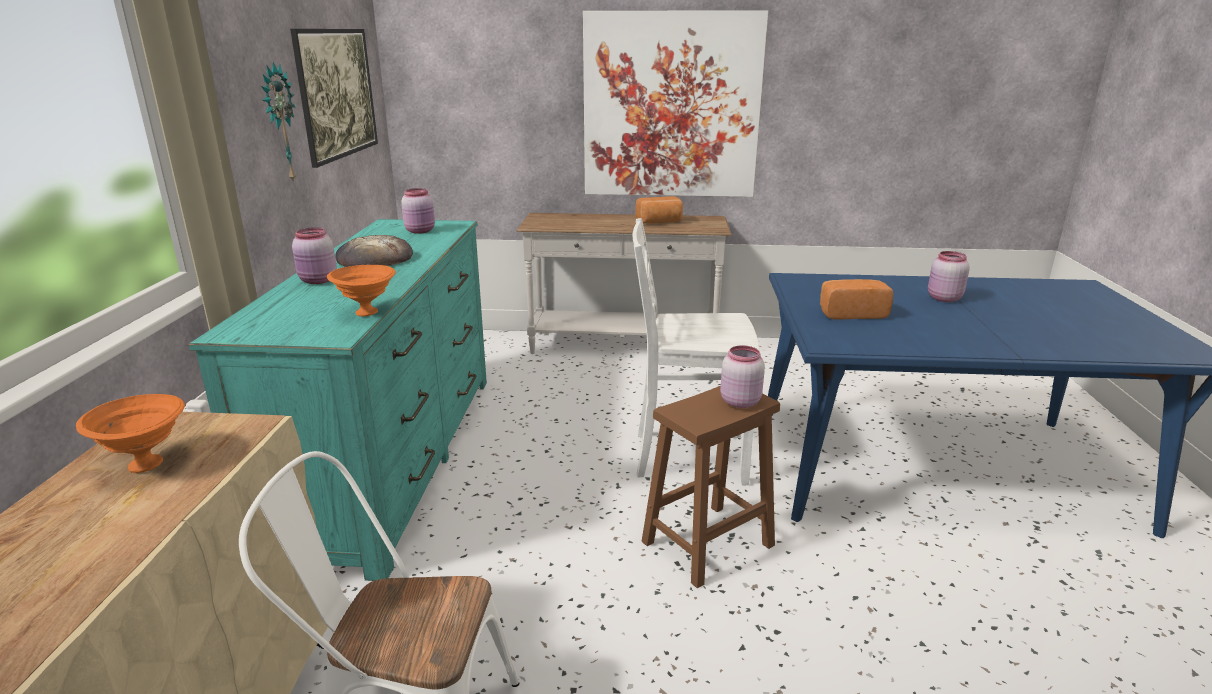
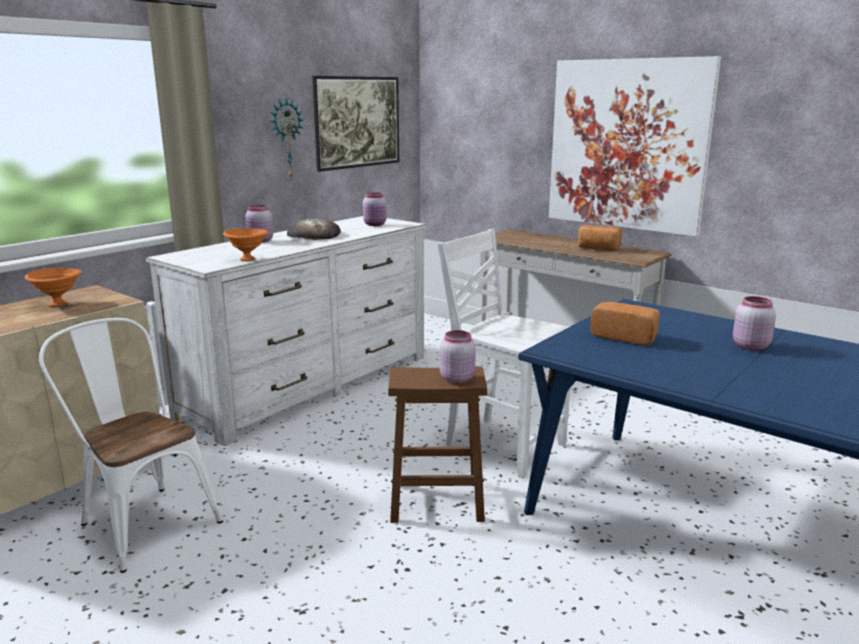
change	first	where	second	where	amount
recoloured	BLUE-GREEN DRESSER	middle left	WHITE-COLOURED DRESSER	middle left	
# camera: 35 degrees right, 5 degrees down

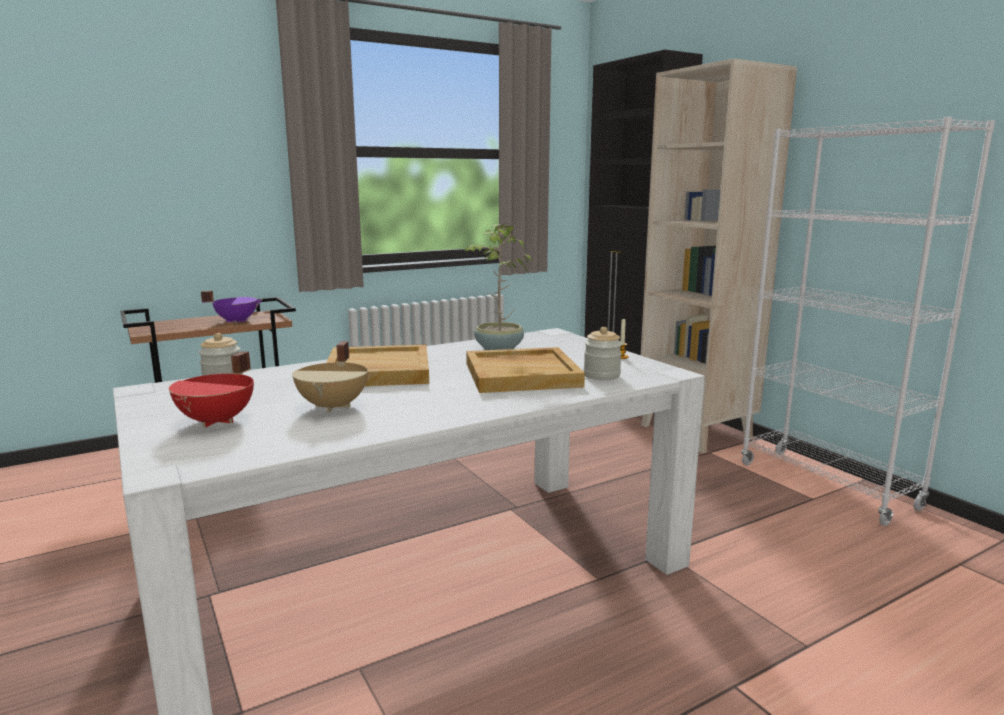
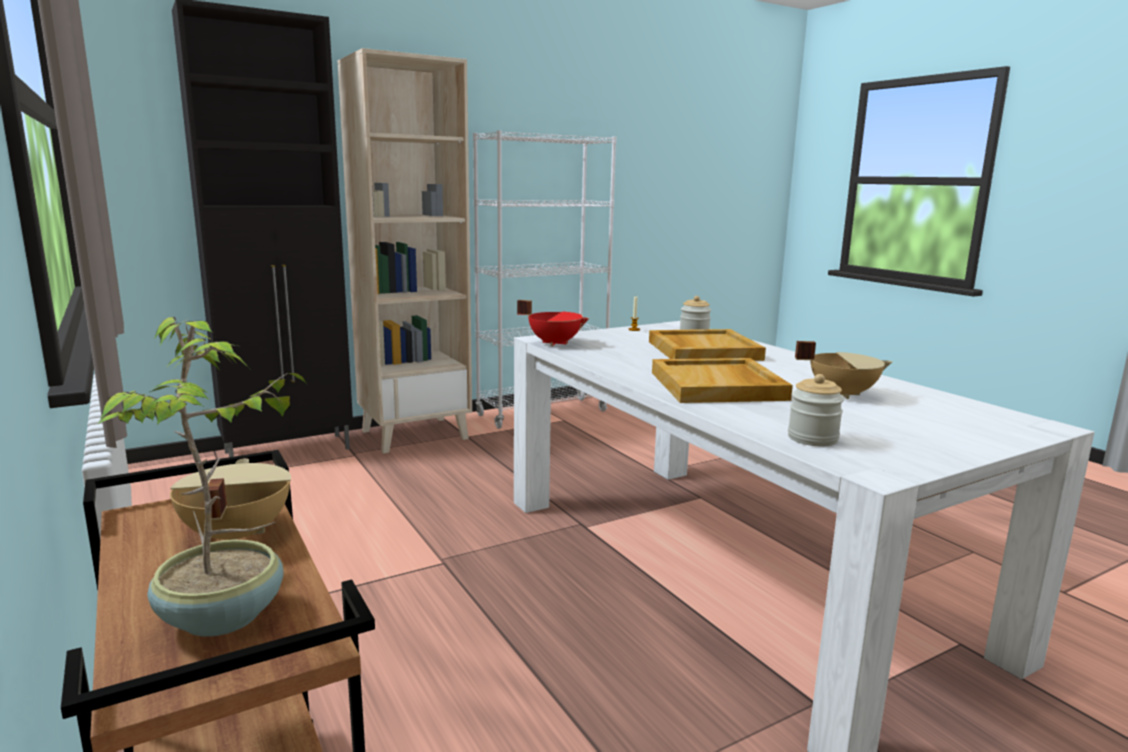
change	first	where	second	where	amount
moved	REDDISH SAUCEPOT	middle left		centre	
moved	POTTED PLANT	centre		middle left	
recoloured	PURPLE SAUCEPOT	middle left	BEIGE-COLOURED SAUCEPOT (1st from left)	middle left	
# camera: 90 degrees left, 0 degrees up

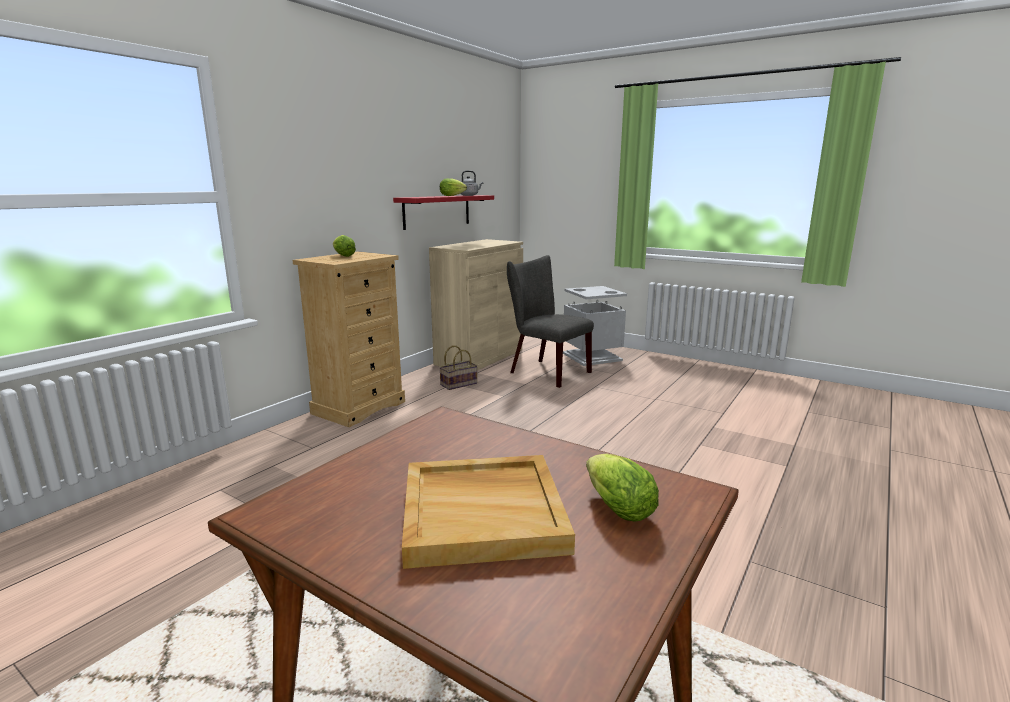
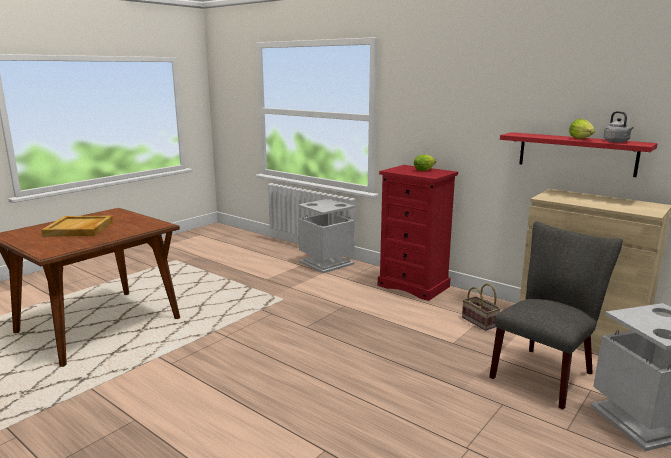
change	first	where	second	where	amount
removed	LETTUCE HEAD (3rd from left)	bottom centre			
added			GREY WASTE BIN (1st from left)	centre	
recoloured	BEIGE-COLOURED DRESSER	centre	REDDISH DRESSER	centre	
# camera: 95 degrees right, 0 degrees up

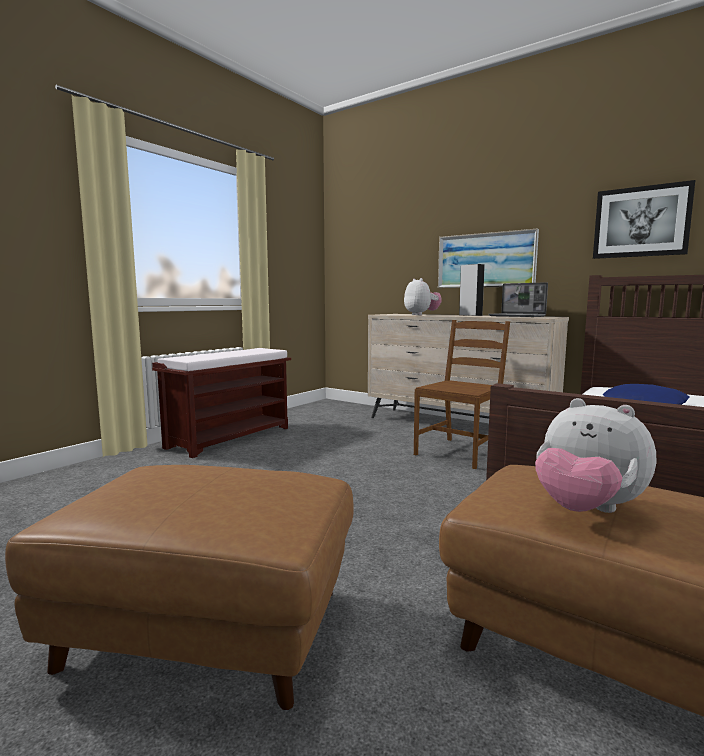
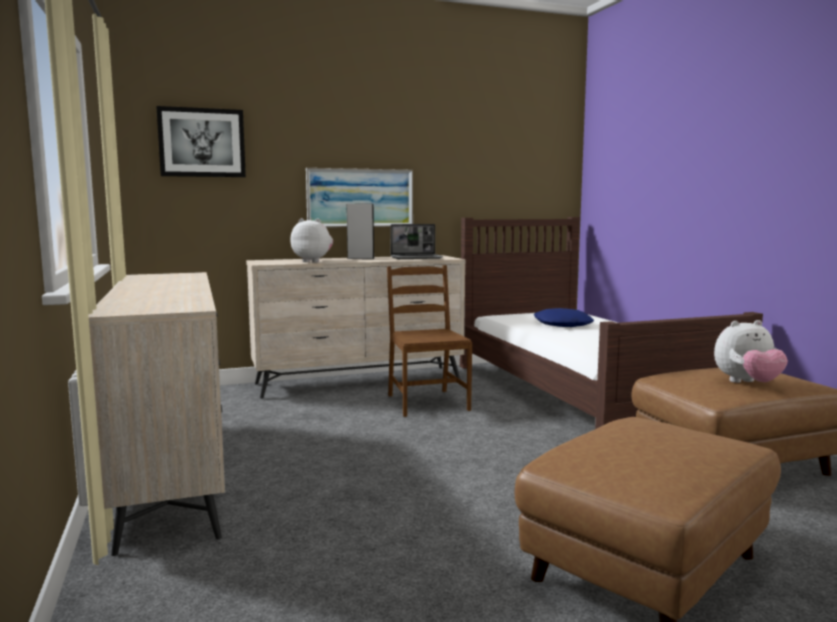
change	first	where	second	where	amount
moved	WALL ART (2nd from left in the first image)	top right	WALL ART (1st from left)	top left	
replaced	BROWNISH INDOOR BENCH	middle left	BEIGE-COLOURED DRESSER (1st from left)	middle left	
# camera: 55 degrees left, 0 degrees up

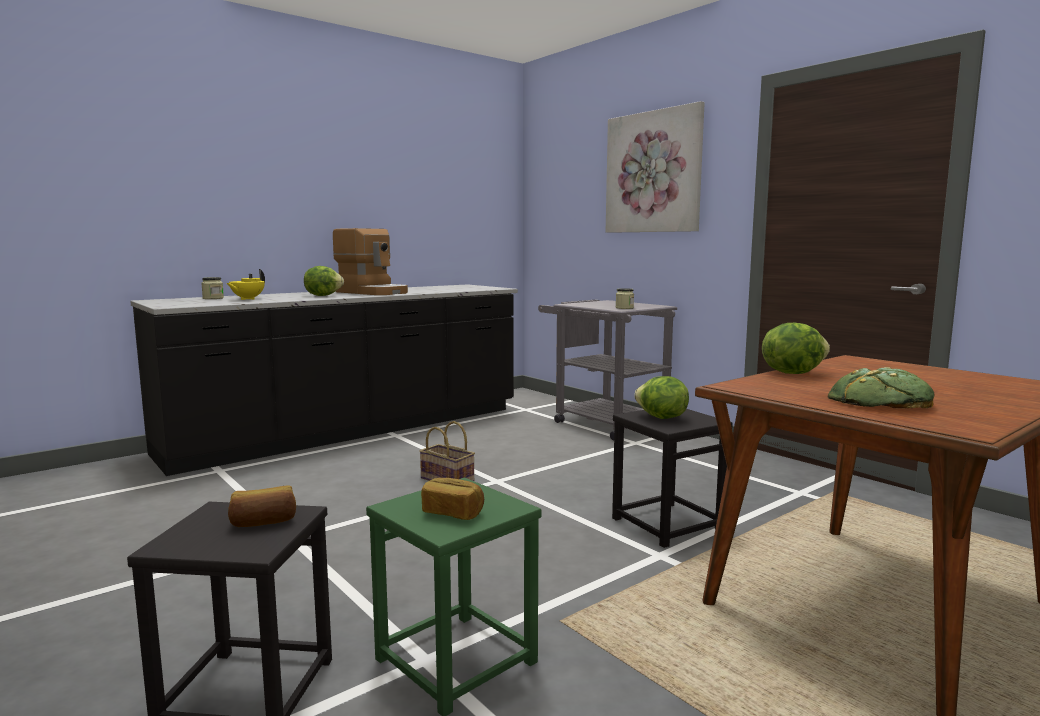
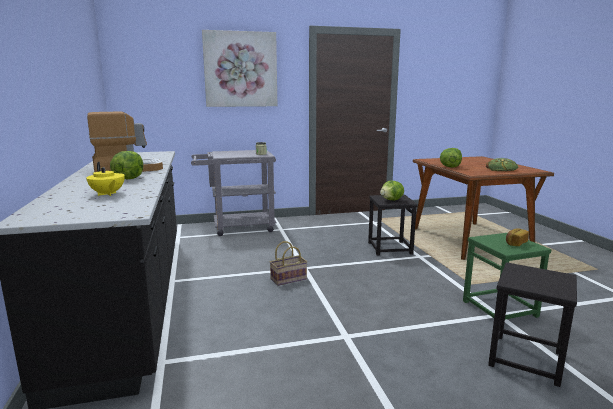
change	first	where	second	where	amount
removed	PRESERVE JAR (1st from left)	middle left			
removed	BAKERY BREAD (1st from left)	bottom left			
# camera: 65 degrees left, 5 degrees up

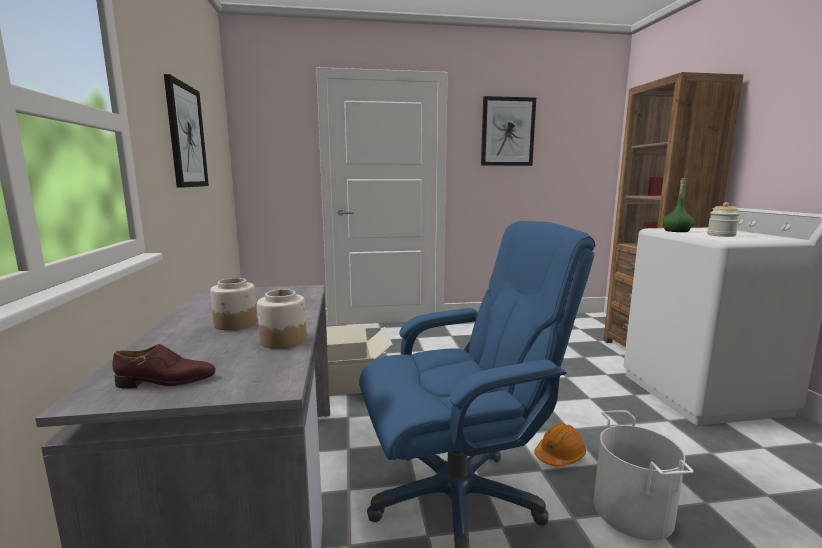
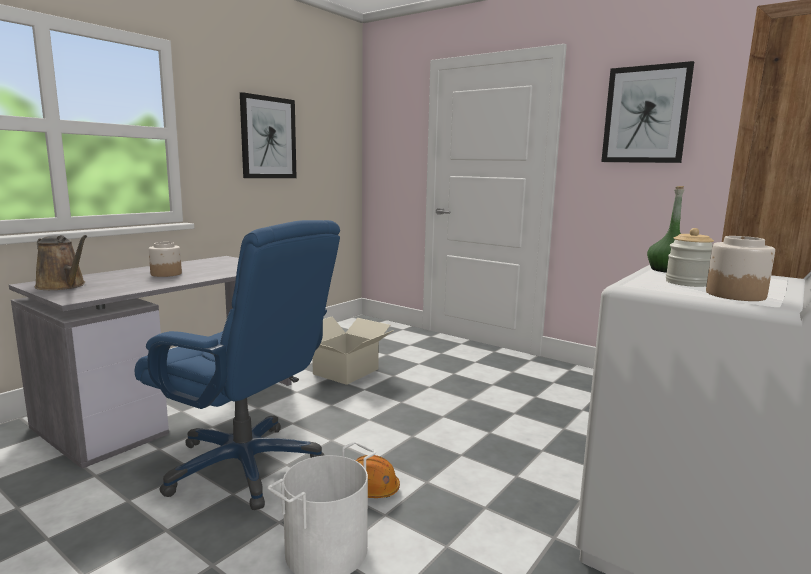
change	first	where	second	where	amount
moved	PRESERVE JAR (2nd from left in the first image)	centre	PRESERVE JAR (3rd from left)	middle right	
replaced	BROWNISH LOW SHOE	bottom left	BROWNISH WATERING POT	middle left	
# camera: 45 degrees right, 0 degrees up

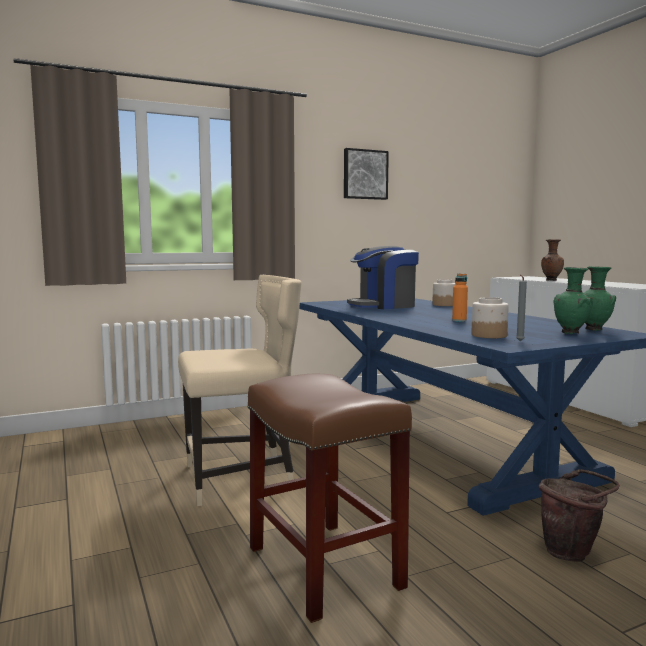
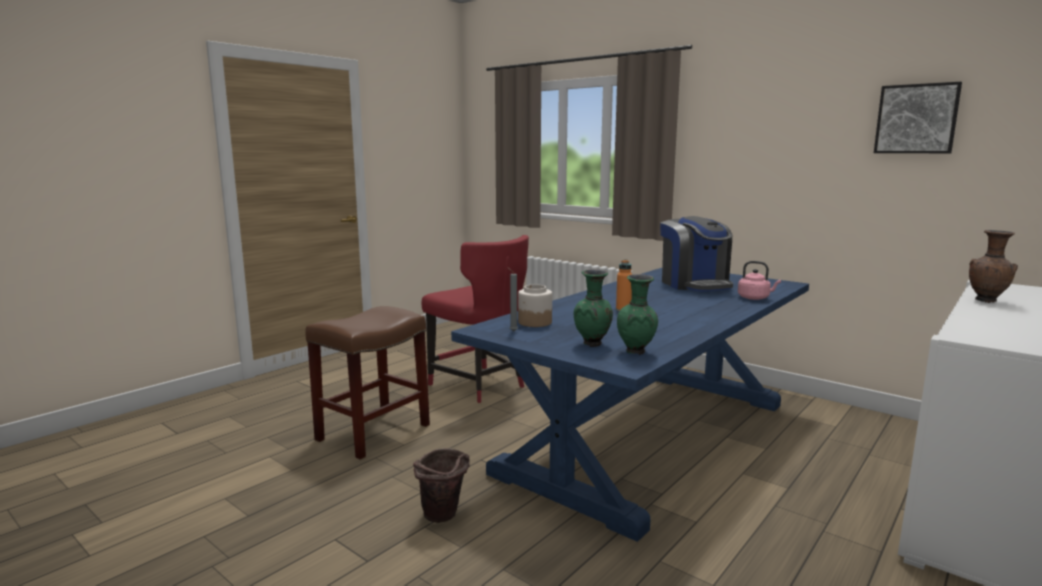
change	first	where	second	where	amount
moved	WALL ART	top centre		top right	
replaced	PRESERVE JAR (1st from left)	middle right	PINK-COLOURED KETTLE	middle right	
recoloured	BEIGE-COLOURED PLAIN CHAIR	centre	REDDISH PLAIN CHAIR	centre	
turned	COFFEE MACHINE	centre		middle right	150 degrees counterclockwise
# camera: 65 degrees right, 5 degrees up

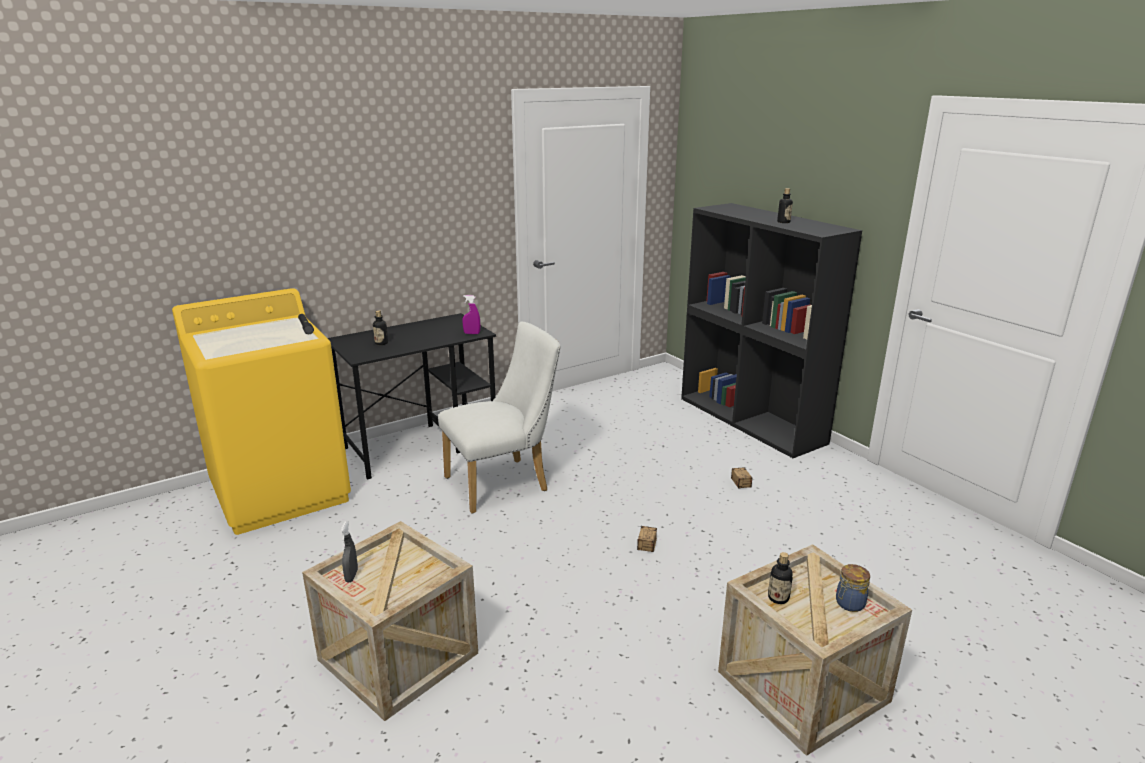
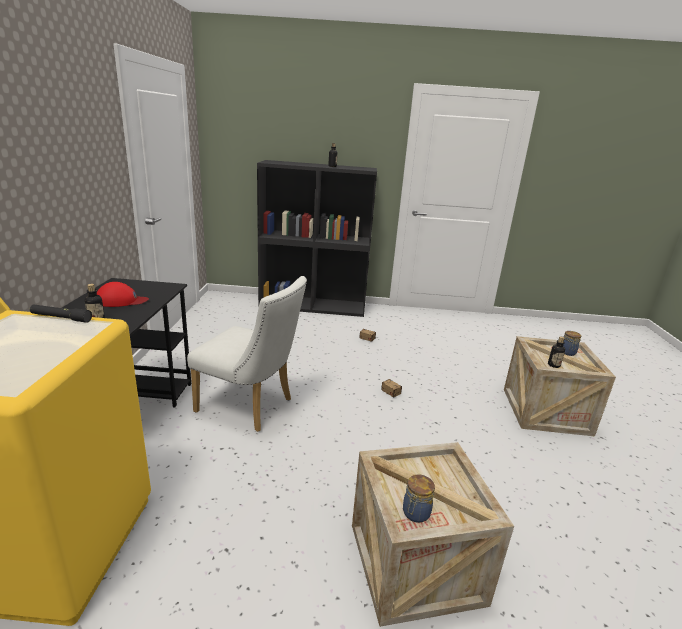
change	first	where	second	where	amount
removed	PURPLE SPRAY BOTTLE	centre			
added			REDDISH CAP	middle left	
replaced	GREY SPRAY BOTTLE	bottom left	PRESERVE JAR (1st from left)	bottom centre	
turned	WHITE-COLOURED PLAIN CHAIR	centre		centre	105 degrees clockwise
# camera: 55 degrees left, 0 degrees up

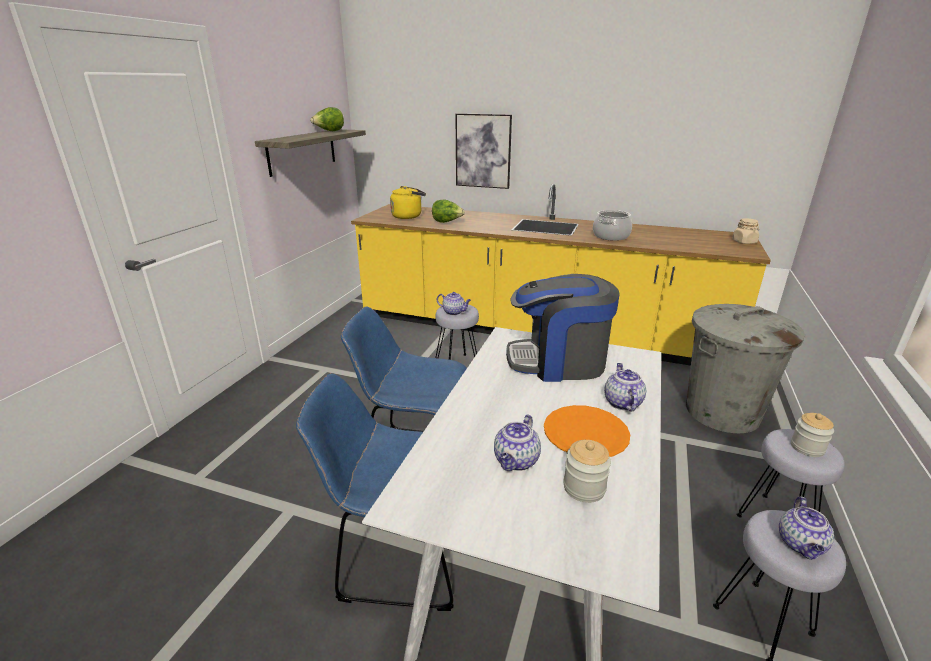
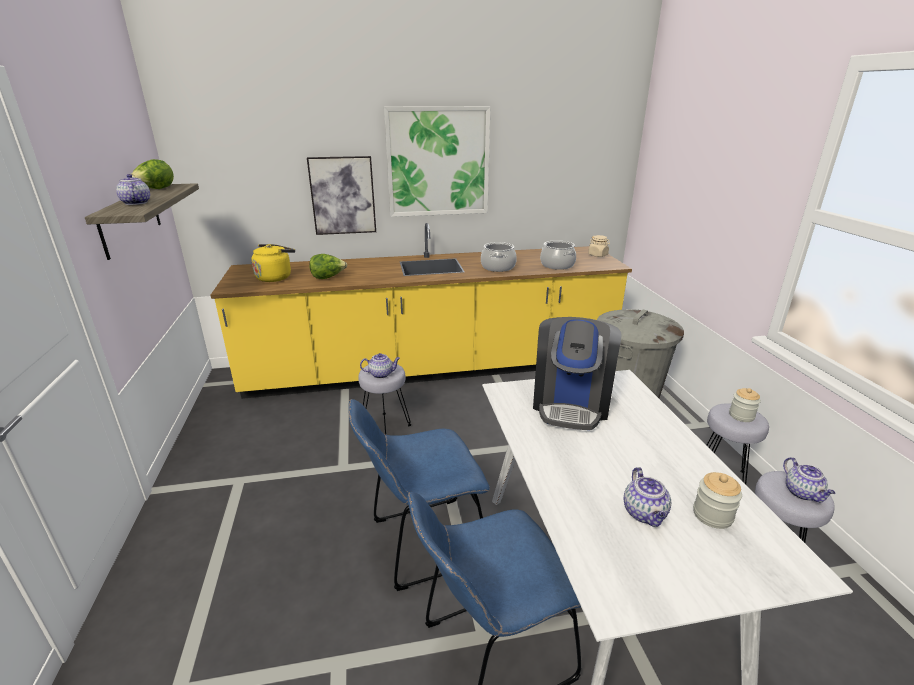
change	first	where	second	where	amount
removed	ORANGE-COLOURED FLAT DISH	centre			
added			WALL ART (2nd from left)	top centre	
added			SAUCEPOT (2nd from left)	centre	
moved	POT FOR TEA (3rd from left in the first image)	middle right	POT FOR TEA (1st from left)	top left	
turned	COFFEE MACHINE	centre		centre	45 degrees counterclockwise
# camera: 30 degrees left, 0 degrees up

